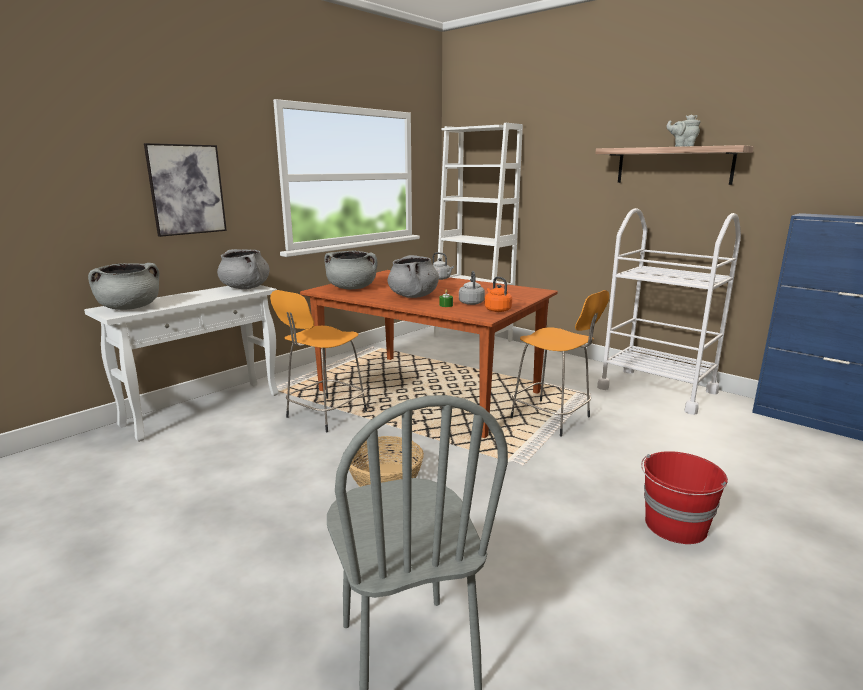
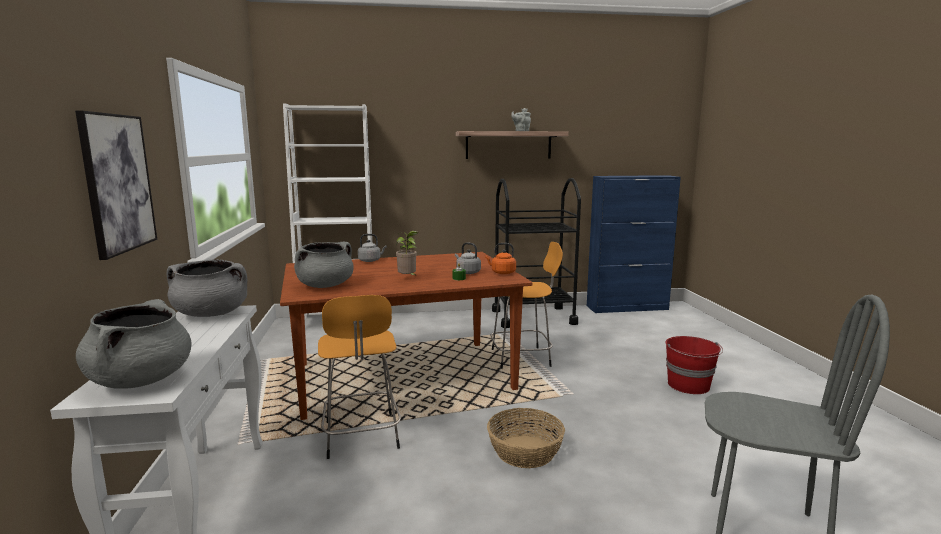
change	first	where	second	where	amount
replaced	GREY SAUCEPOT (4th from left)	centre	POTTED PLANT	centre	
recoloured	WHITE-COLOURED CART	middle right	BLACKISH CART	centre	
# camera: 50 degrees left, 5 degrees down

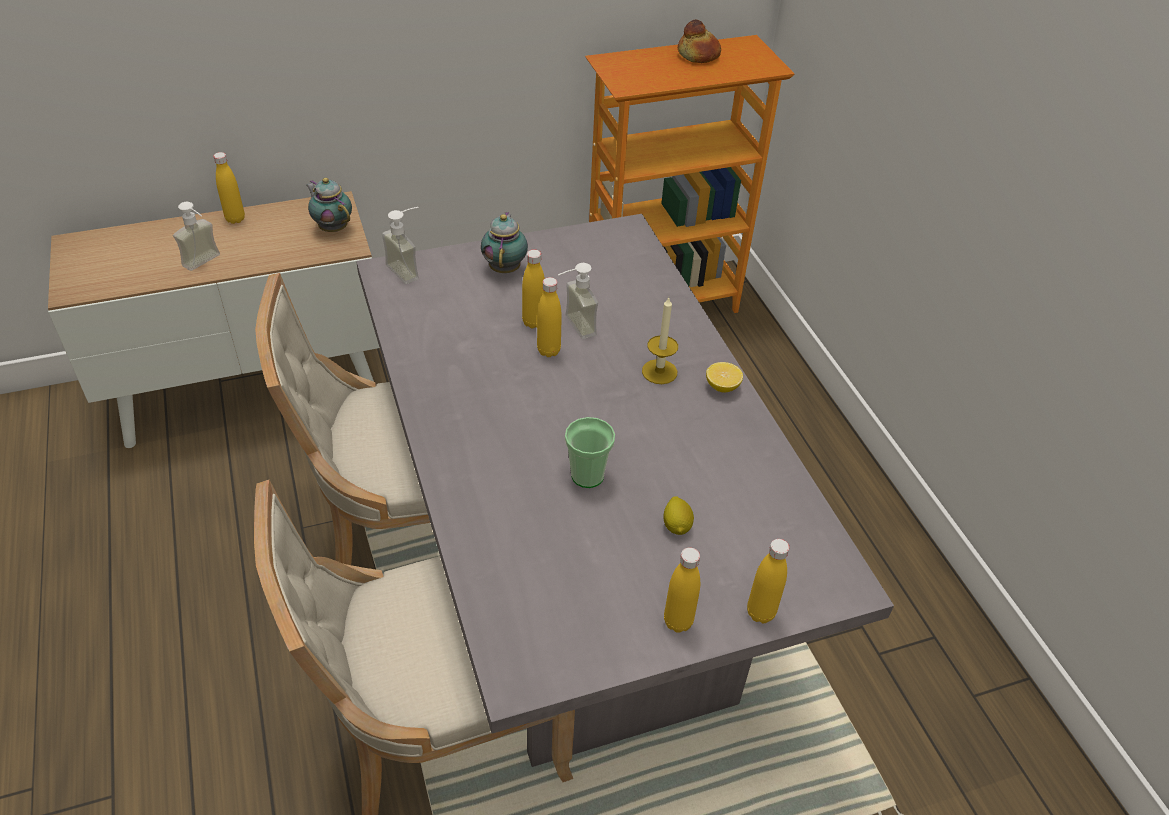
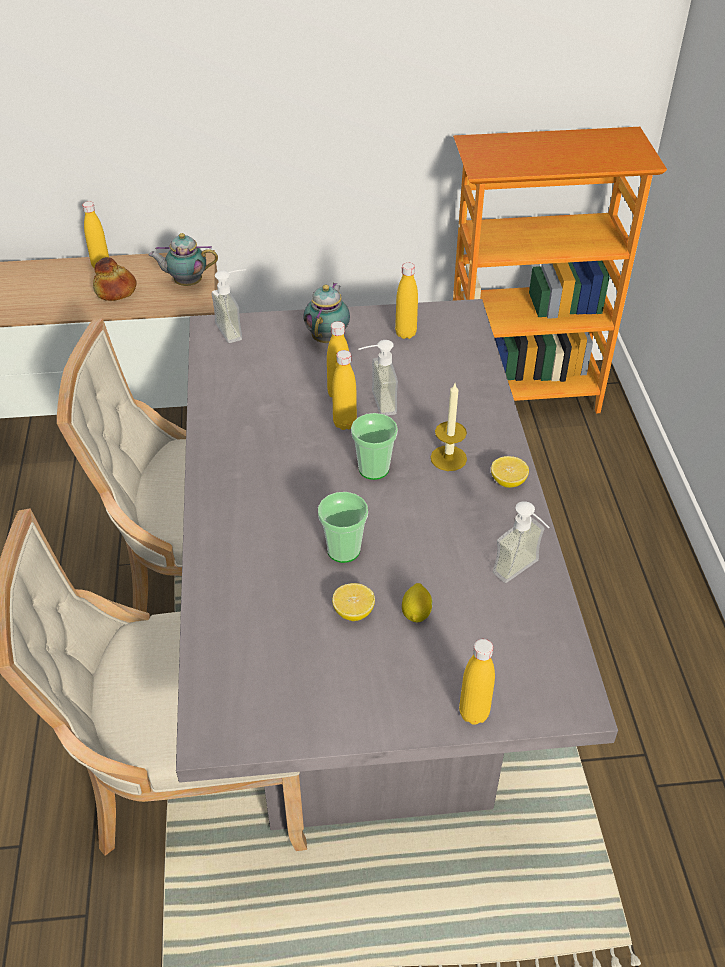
change	first	where	second	where	amount
added			LEMON (1st from left)	centre	
added			DRINKING CUP (2nd from left)	centre	
moved	LIQUID SOAP BOTTLE (1st from left in the first image)	top left	LIQUID SOAP BOTTLE (3rd from left)	middle right	
moved	YELLOW BEVERAGE BOTTLE (4th from left)	bottom centre		top centre	
moved	BAKERY BREAD	top centre		top left	
turned	POT FOR TEA (1st from left)	top left		top left	60 degrees counterclockwise
# camera: 15 degrees right, 0 degrees up

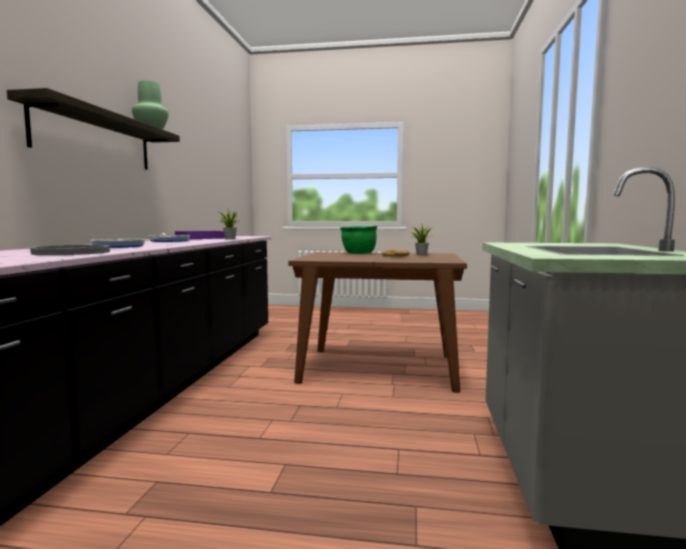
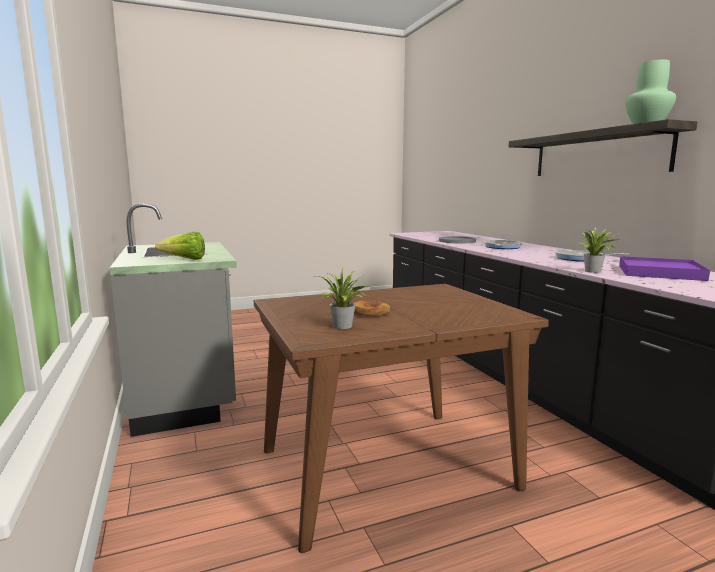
change	first	where	second	where	amount
removed	GREEN-COLOURED SAUCEPOT	centre			
added			LETTUCE HEAD	middle left	
# camera: 150 degrees right, 5 degrees up

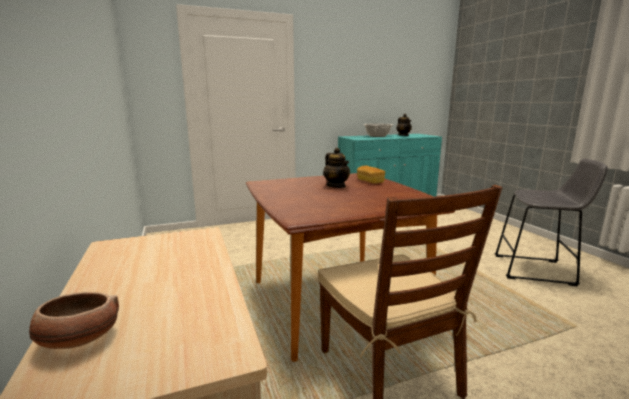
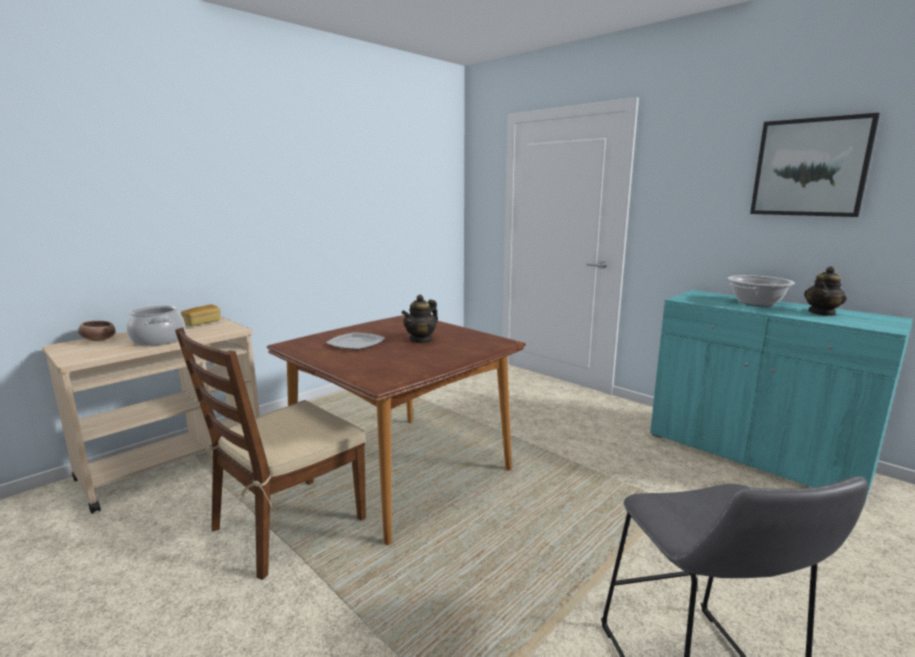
change	first	where	second	where	amount
added			SAUCEPOT (1st from left)	middle left	
added			FLAT DISH	centre	
added			WALL ART	top right	
moved	BAKERY BREAD	centre		middle left	
# camera: 65 degrees right, 0 degrees up

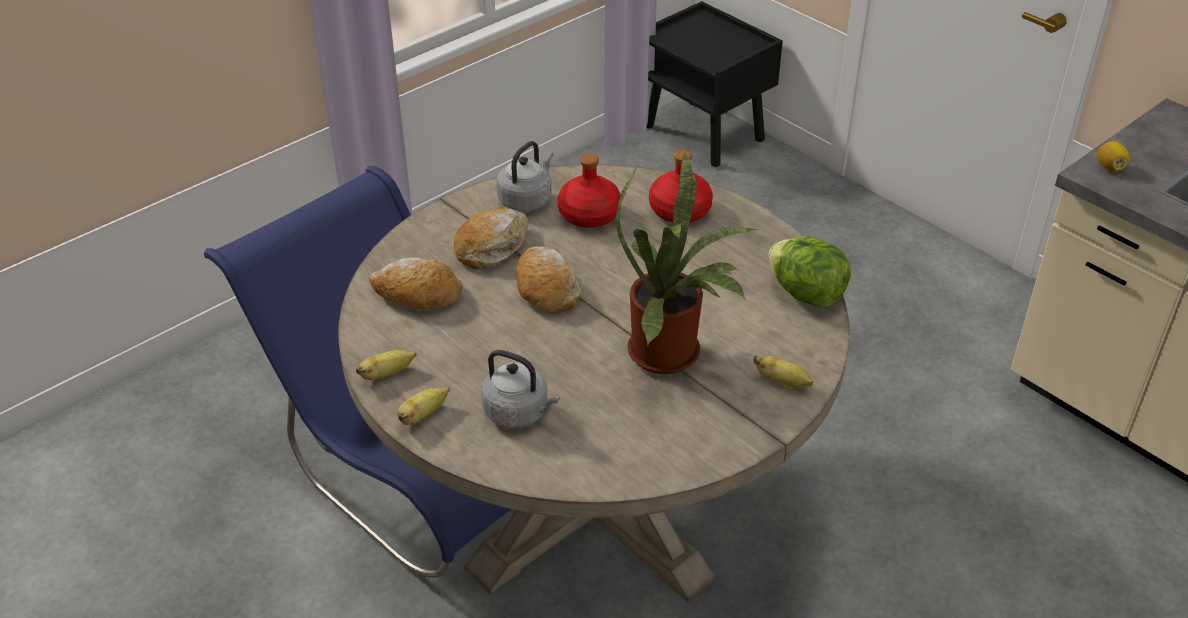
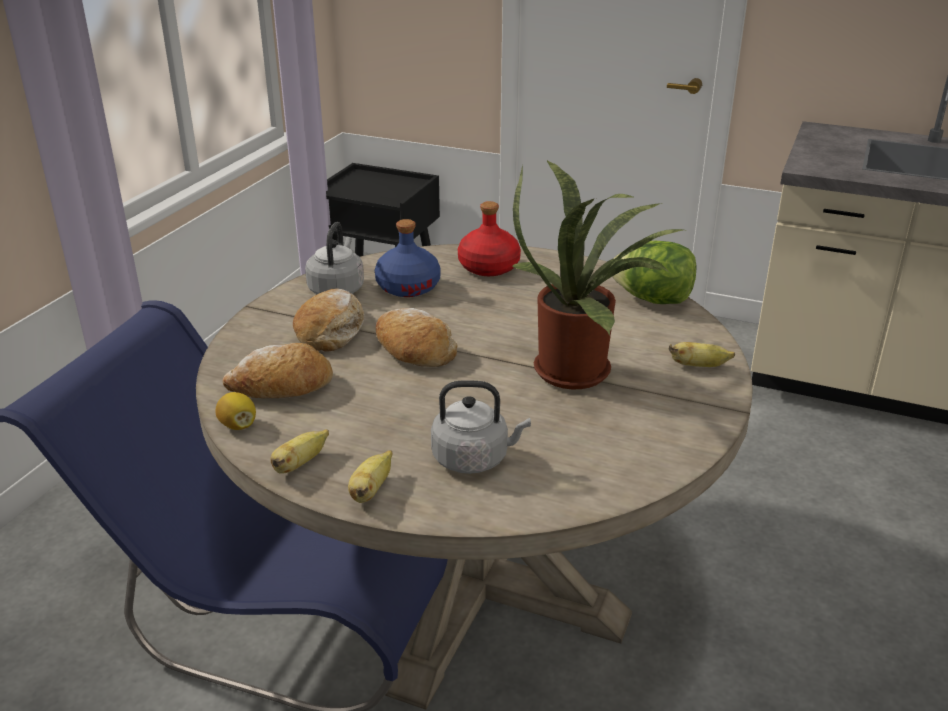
change	first	where	second	where	amount
moved	LEMON	top right		middle left	
recoloured	REDDISH BEVERAGE BOTTLE (1st from left)	top centre	BLUISH BEVERAGE BOTTLE	centre	
# camera: 25 degrees left, 10 degrees down

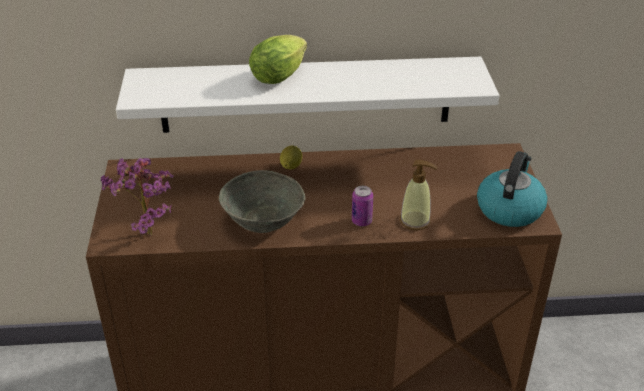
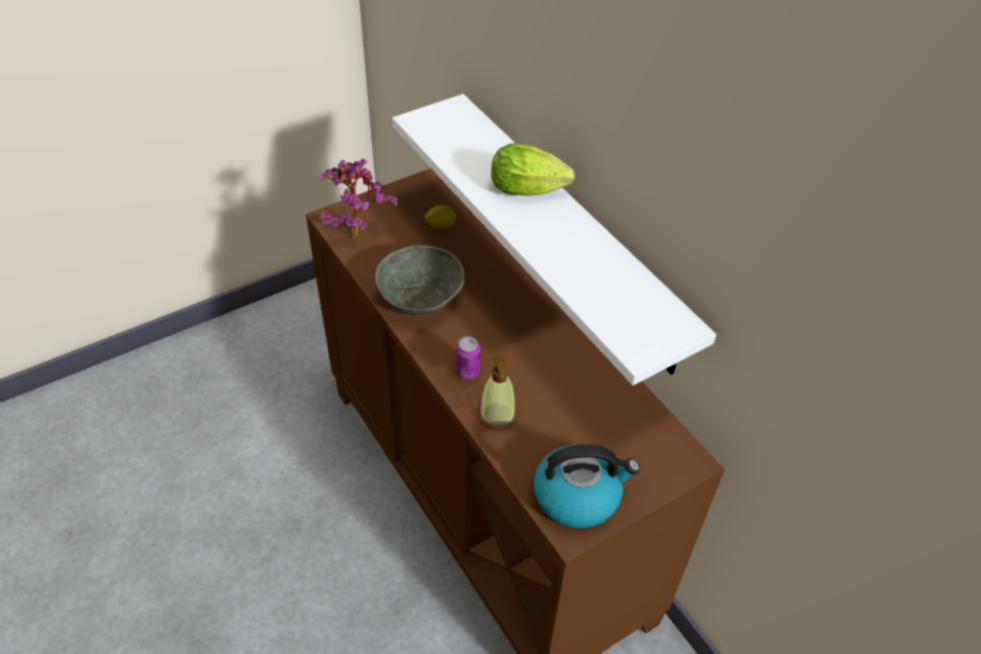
change	first	where	second	where	amount
moved	LEMON	centre		top centre	
# camera: 60 degrees right, 10 degrees up

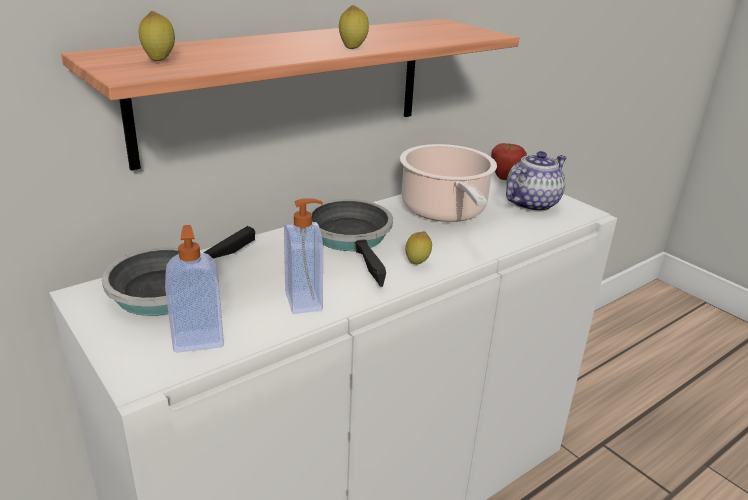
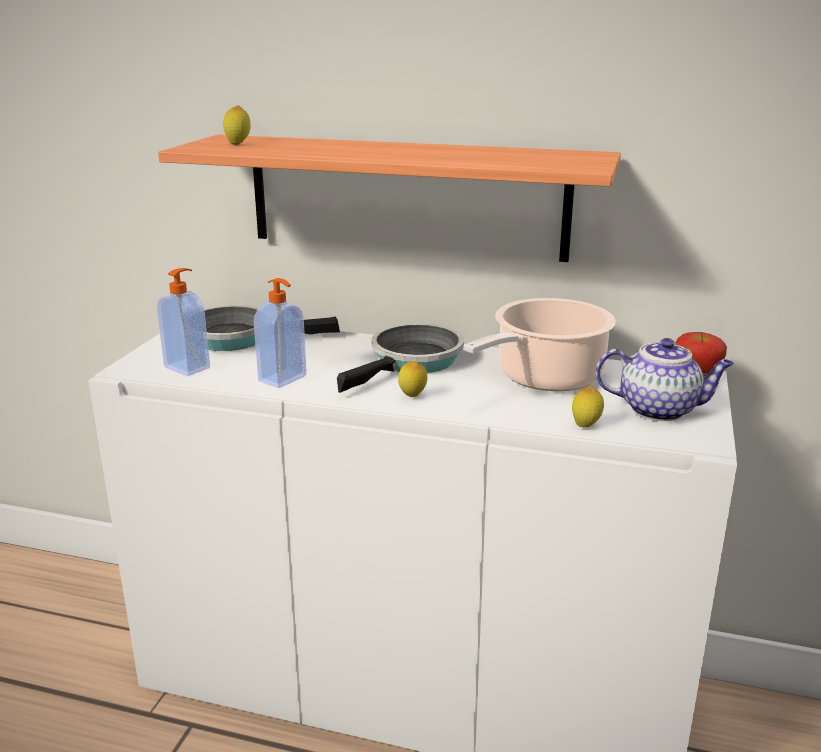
change	first	where	second	where	amount
moved	LEMON (2nd from left in the first image)	top centre	LEMON (3rd from left)	middle right	
# camera: 55 degrees right, 5 degrees down

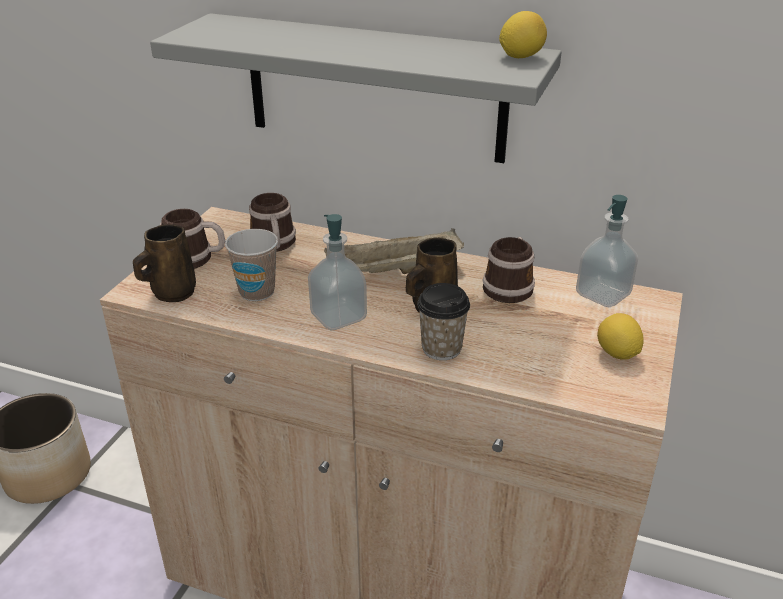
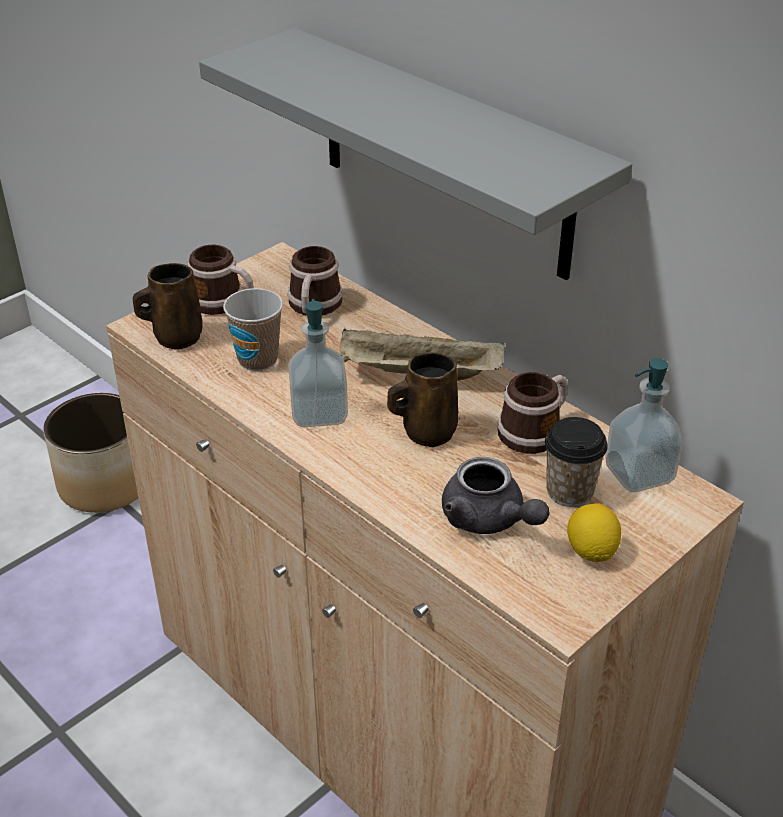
change	first	where	second	where	amount
removed	LEMON (1st from left)	top right			
added			GREY POT FOR TEA	centre	
moved	DRINKING CUP (2nd from left)	centre		middle right	
# camera: 25 degrees right, 5 degrees up

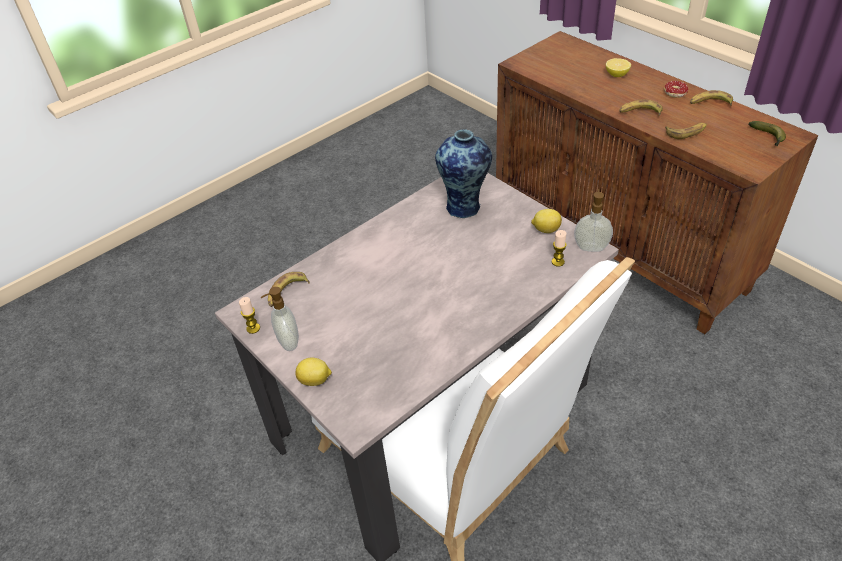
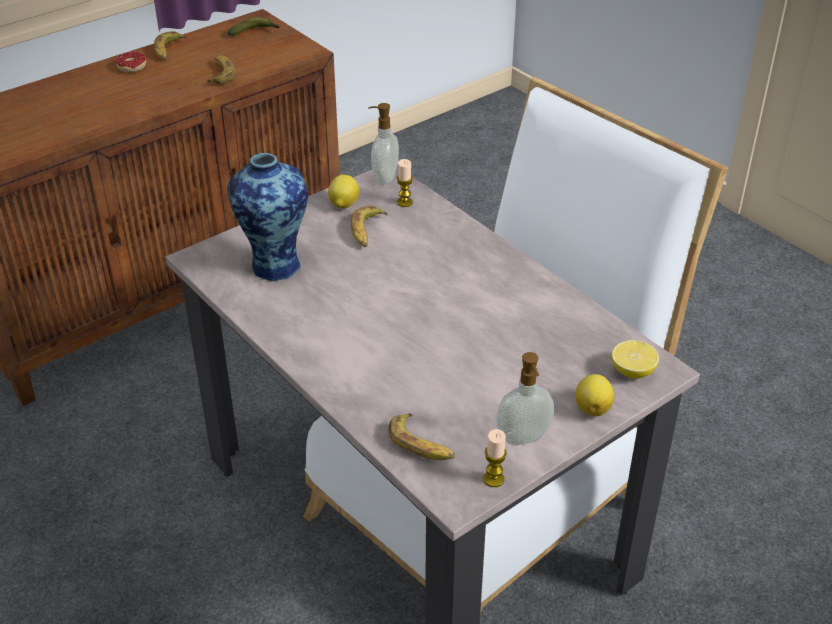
change	first	where	second	where	amount
moved	LEMON (3rd from left)	top right		middle right	
moved	WHOLE BANANA (2nd from left in the first image)	top right	WHOLE BANANA (4th from left)	centre	
# camera: 90 degrees left, 5 degrees down

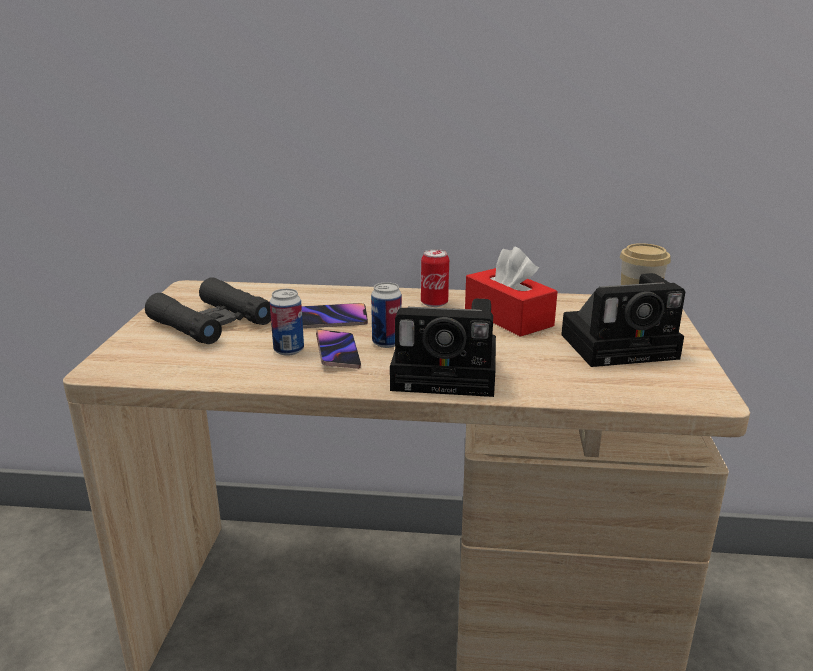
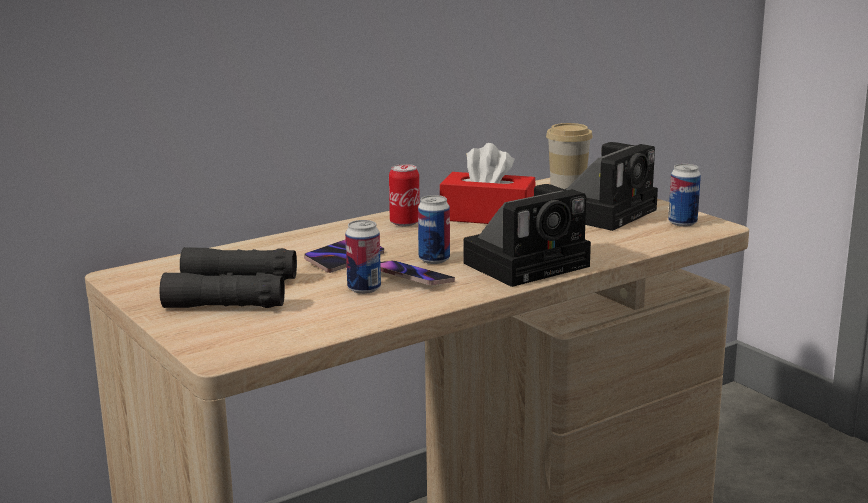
change	first	where	second	where	amount
added			CAN (4th from left)	middle right	
# camera: 40 degrees left, 5 degrees down

